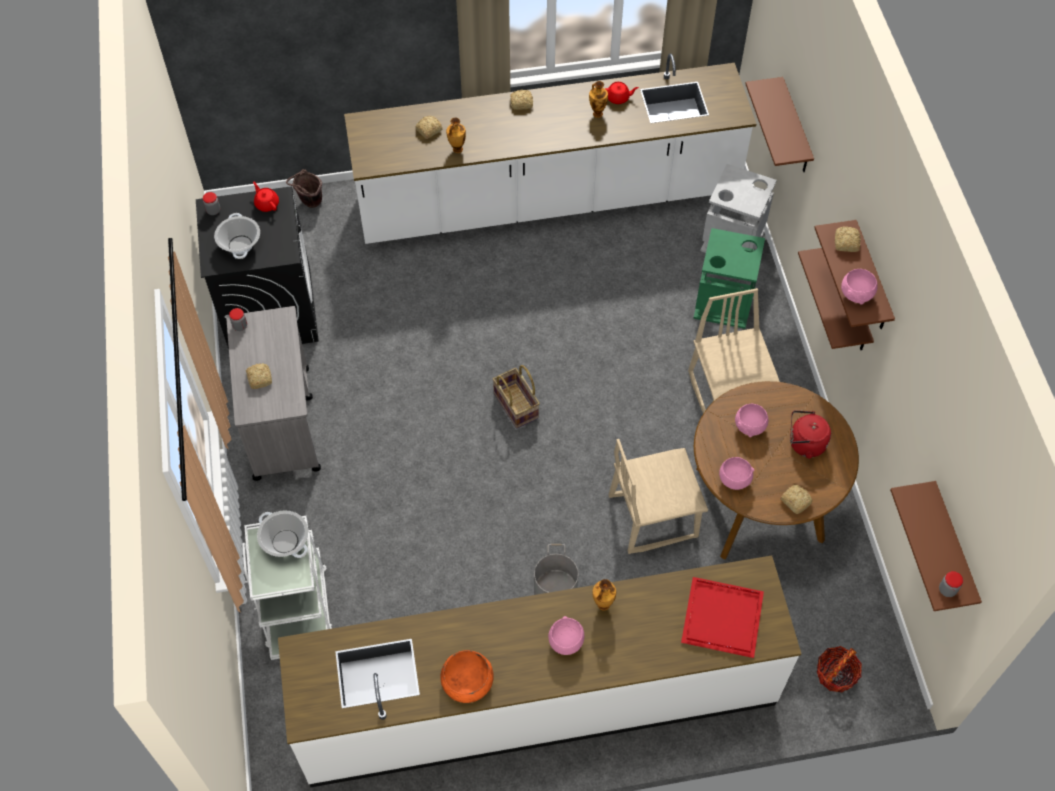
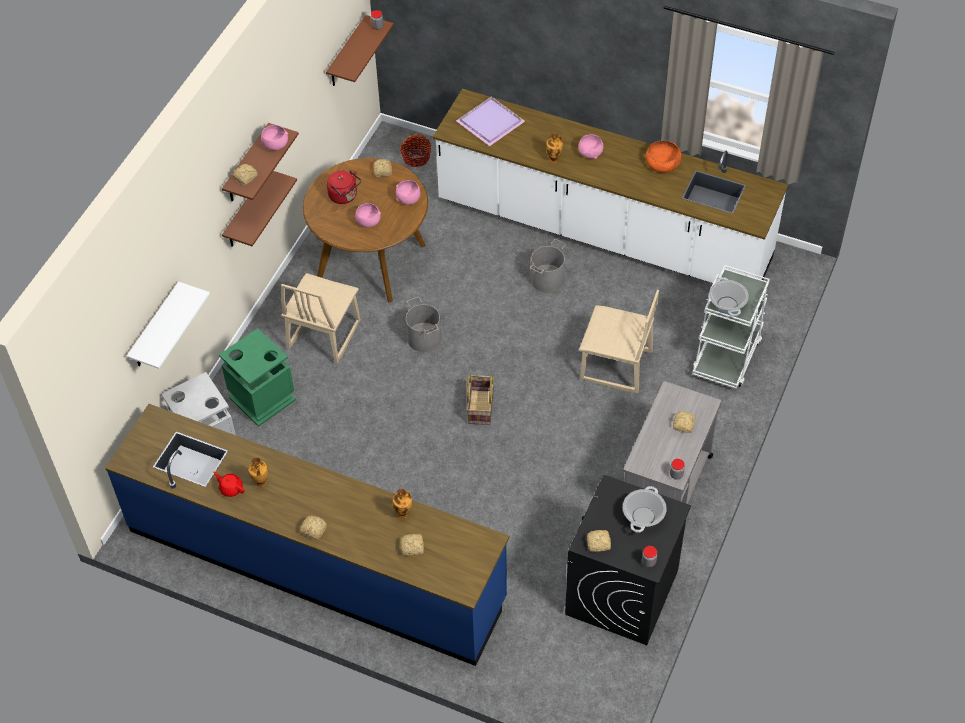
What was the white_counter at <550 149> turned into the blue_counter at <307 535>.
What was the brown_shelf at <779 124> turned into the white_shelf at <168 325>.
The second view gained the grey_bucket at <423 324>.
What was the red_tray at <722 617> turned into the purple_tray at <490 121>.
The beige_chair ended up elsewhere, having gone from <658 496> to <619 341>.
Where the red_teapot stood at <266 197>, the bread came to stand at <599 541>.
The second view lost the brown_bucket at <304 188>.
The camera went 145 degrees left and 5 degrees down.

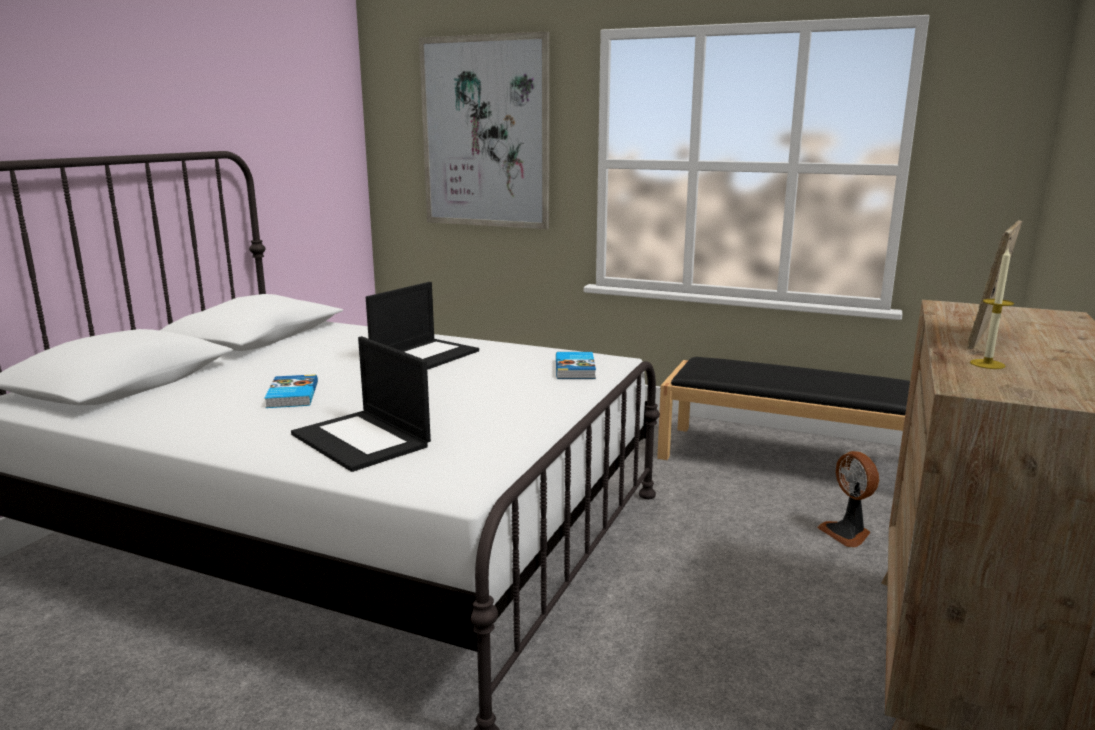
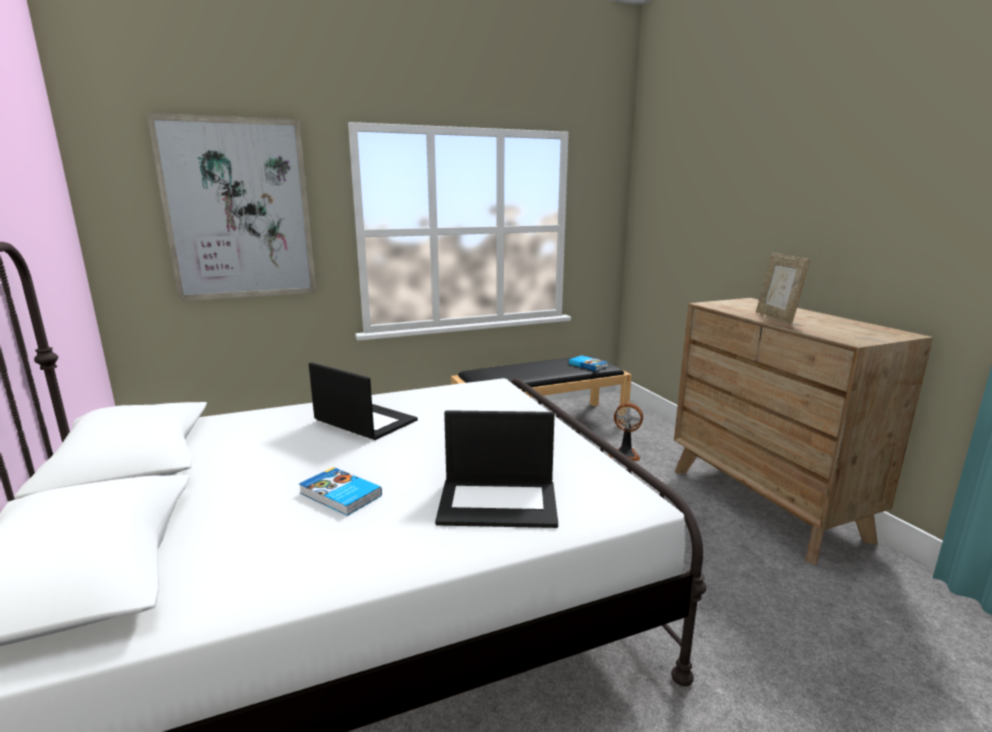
The laptop at <422 326> ended up facing another way, 45 degrees counterclockwise from before.
The book ended up elsewhere, having gone from <576 365> to <588 363>.
The second view lost the candle at <992 308>.
The camera went 45 degrees left and 0 degrees up.

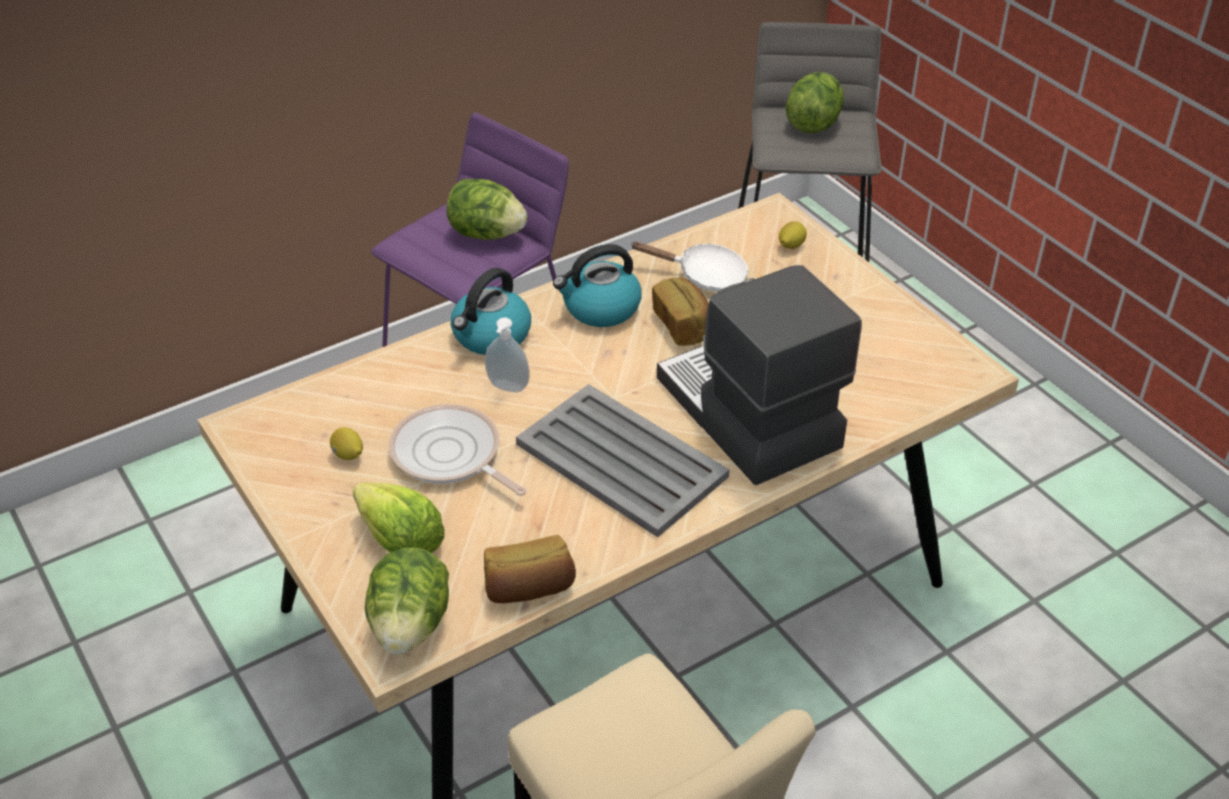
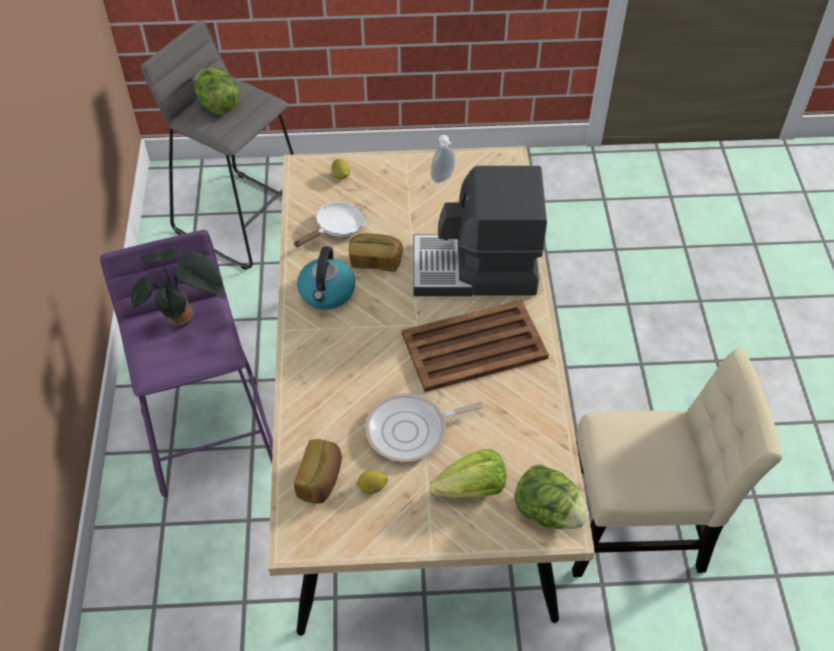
Where the lettuce stood at <487 209>, the potted_plant came to stand at <177 288>.
The bread ended up elsewhere, having gone from <530 569> to <318 471>.
What was the grey_tray at <622 460> turned into the brown_tray at <475 345>.
The soap_dispenser ended up elsewhere, having gone from <507 354> to <443 159>.
The second view lost the kettle at <491 311>.
The camera went 60 degrees left and 10 degrees up.

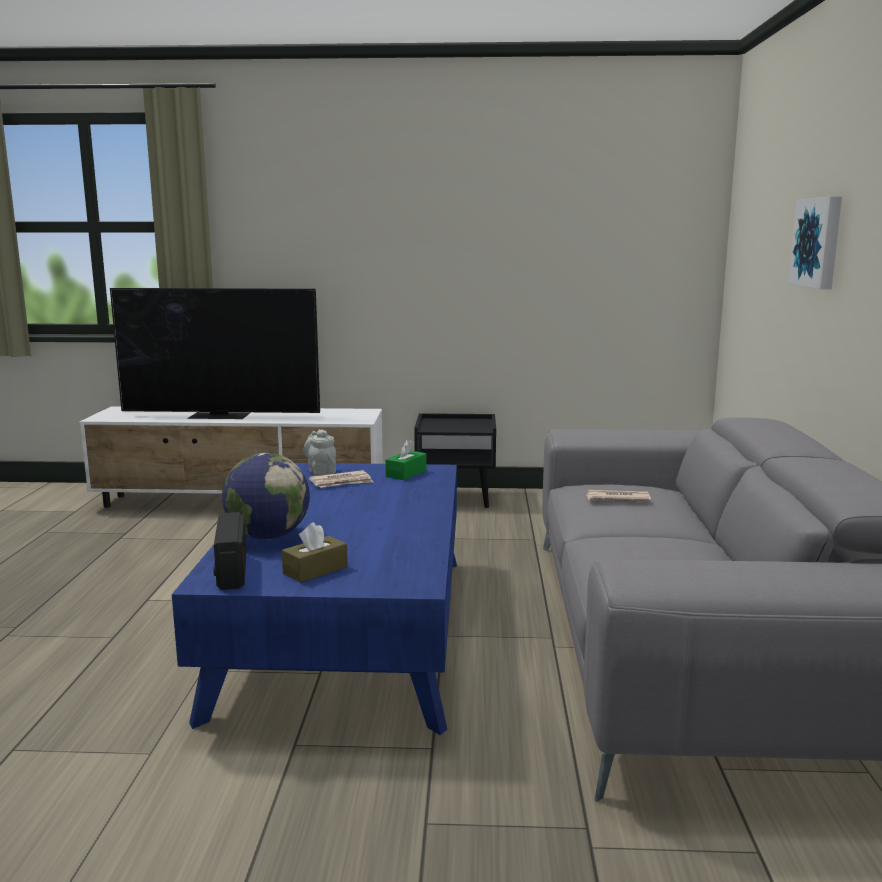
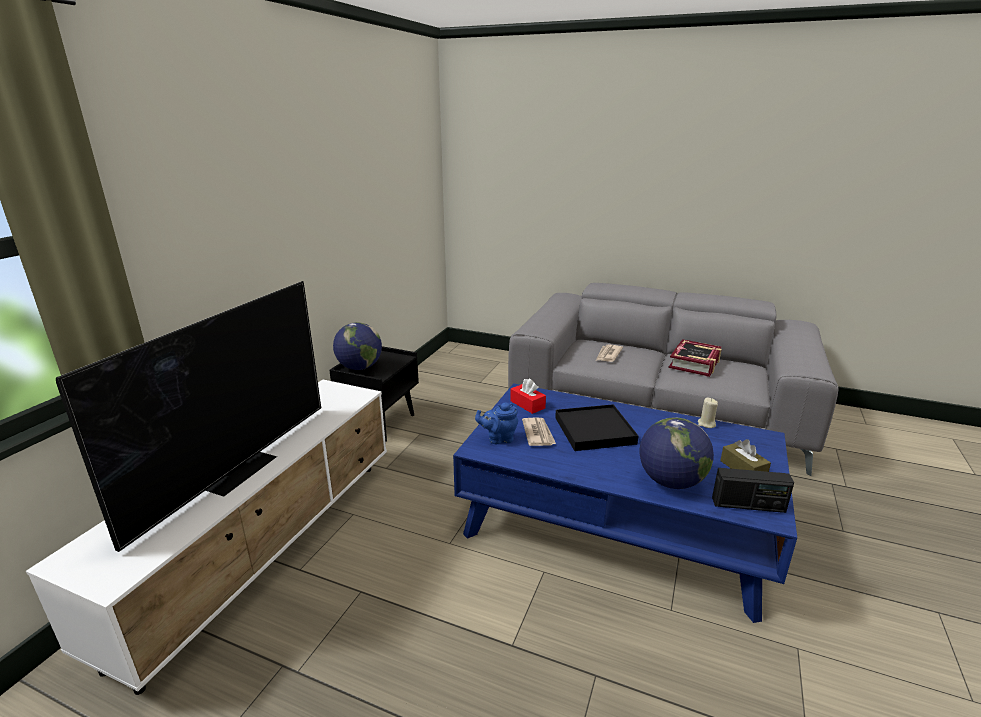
The second view gained the globe at <357 346>.
What was the grey_teapot at <319 452> turned into the blue_teapot at <496 423>.
What was the green_tissue_box at <405 459> turned into the red_tissue_box at <528 396>.
The second view gained the black_tray at <596 427>.
The second view gained the book at <695 358>.
The second view gained the beige_candle at <708 413>.
The second view lost the picture at <815 242>.
The camera went 70 degrees left and 10 degrees up.

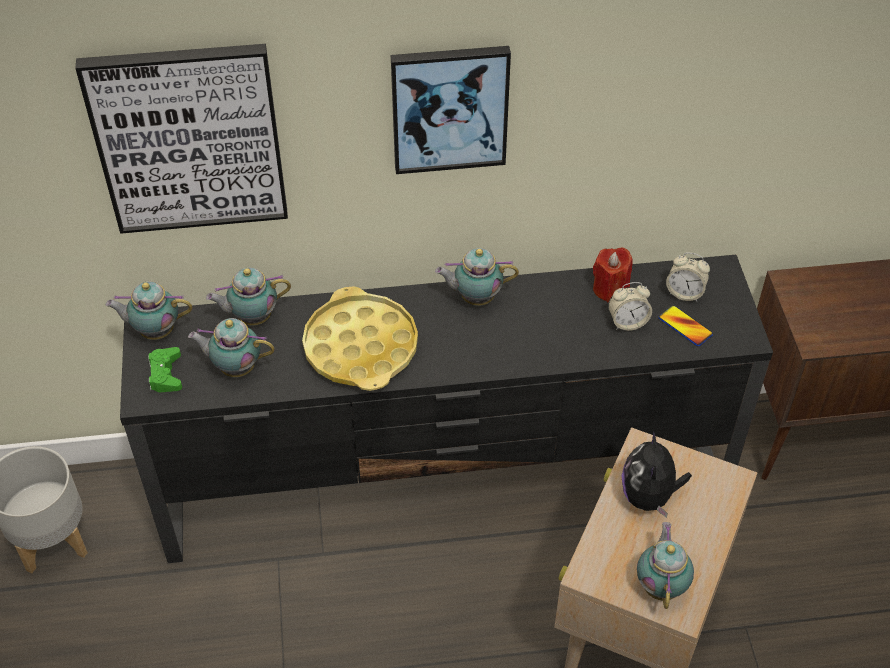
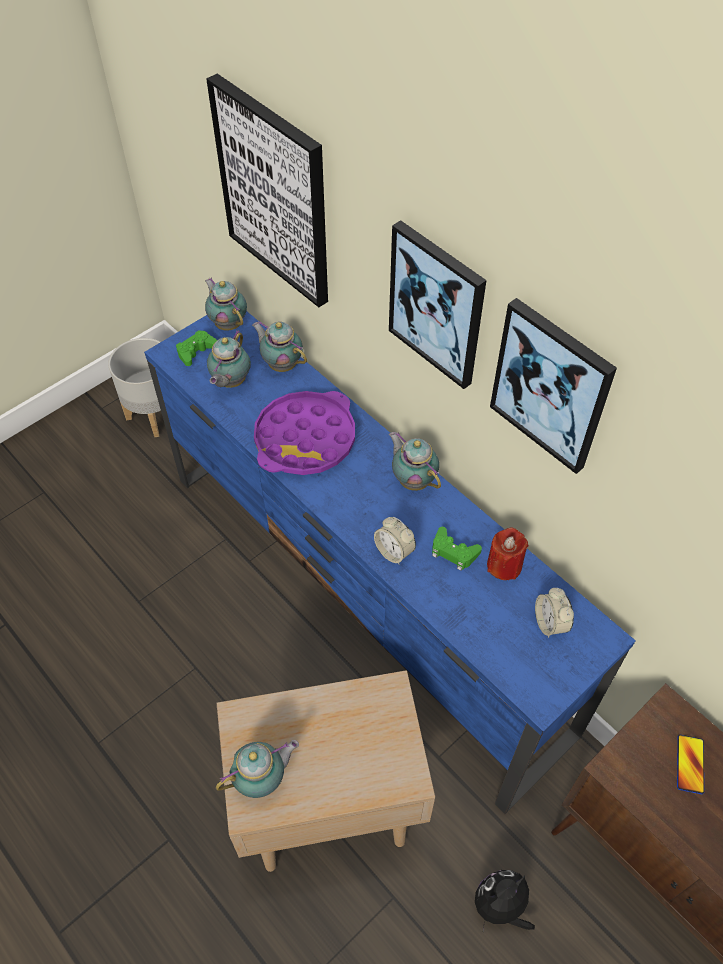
What was the black_tv_stand at <446 409> turned into the blue_tv_stand at <390 562>.
The teapot at <231 347> ended up facing another way, 135 degrees counterclockwise from before.
What was the yellow_tray at <360 338> turned into the purple_tray at <304 433>.
The alarm_clock ended up elsewhere, having gone from <630 306> to <395 541>.
The second view gained the green_game_controller at <457 549>.
The plush_toy ended up elsewhere, having gone from <656 474> to <505 901>.
The second view gained the picture at <553 386>.
The phone ended up elsewhere, having gone from <686 325> to <690 764>.
The camera went 55 degrees right and 5 degrees up.

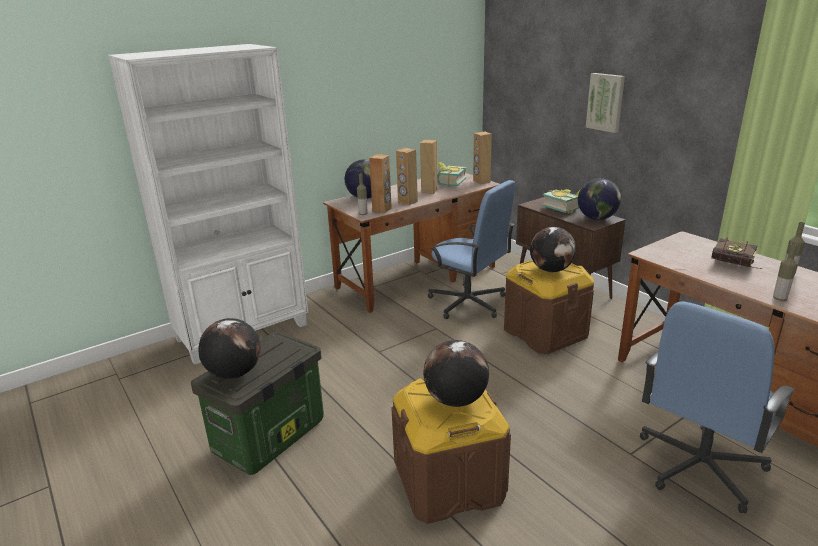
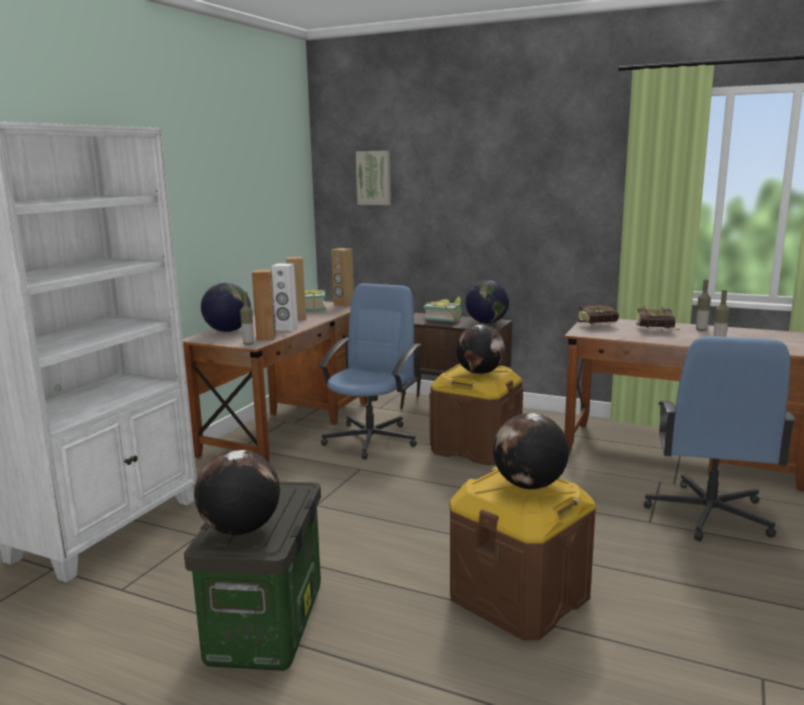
What was the brown_speaker at <407 176> turned into the white_speaker at <285 297>.
The blue_office_chair at <471 249> ended up facing another way, 75 degrees counterclockwise from before.
The picture ended up elsewhere, having gone from <605 103> to <373 178>.
The second view gained the book at <598 314>.
The camera went 30 degrees left and 10 degrees down.

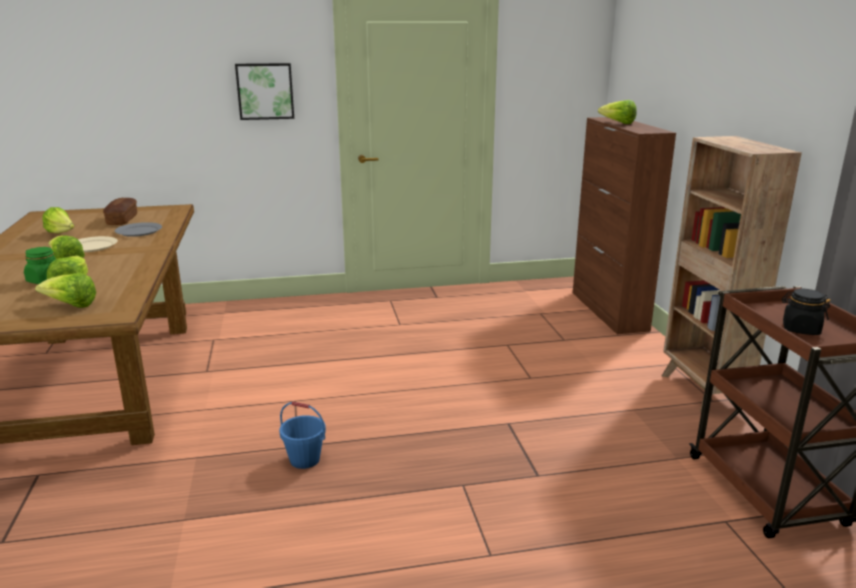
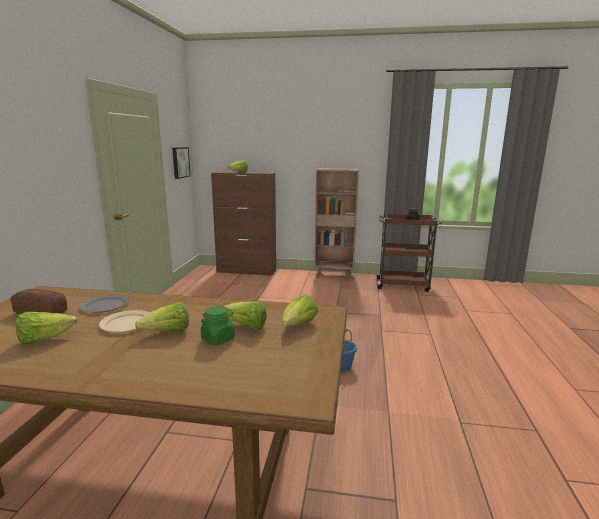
The picture ended up elsewhere, having gone from <264 91> to <181 163>.
The camera went 70 degrees left and 5 degrees down.

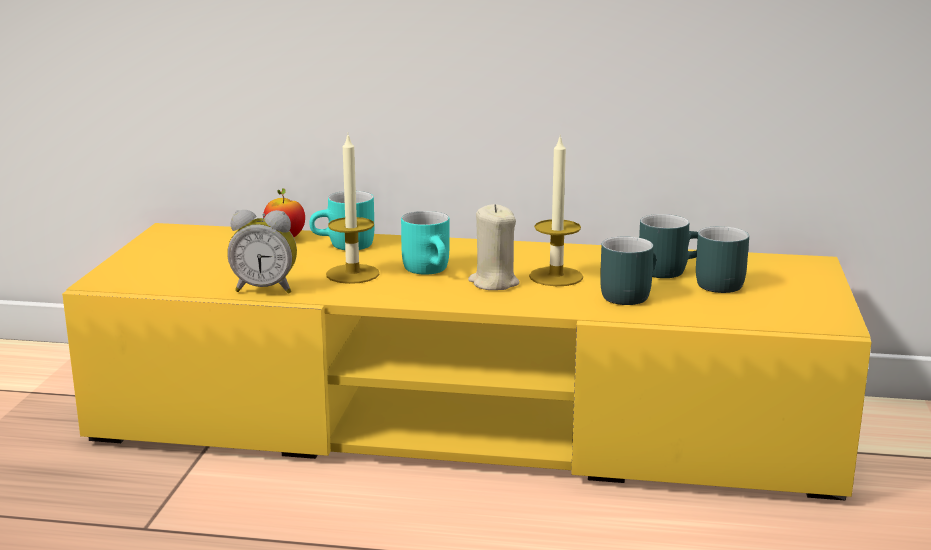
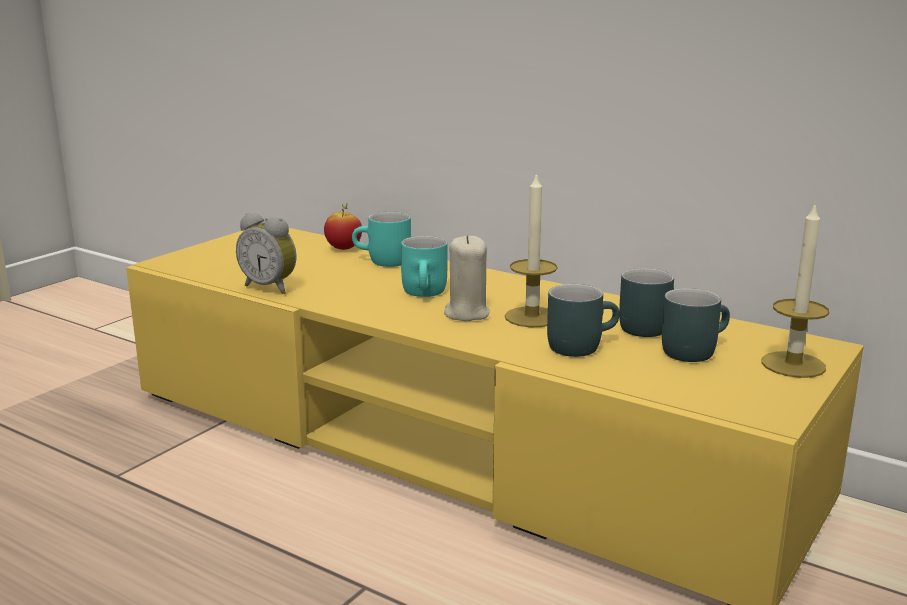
The candle ended up elsewhere, having gone from <353 209> to <795 290>.
The camera went 25 degrees right and 0 degrees up.

